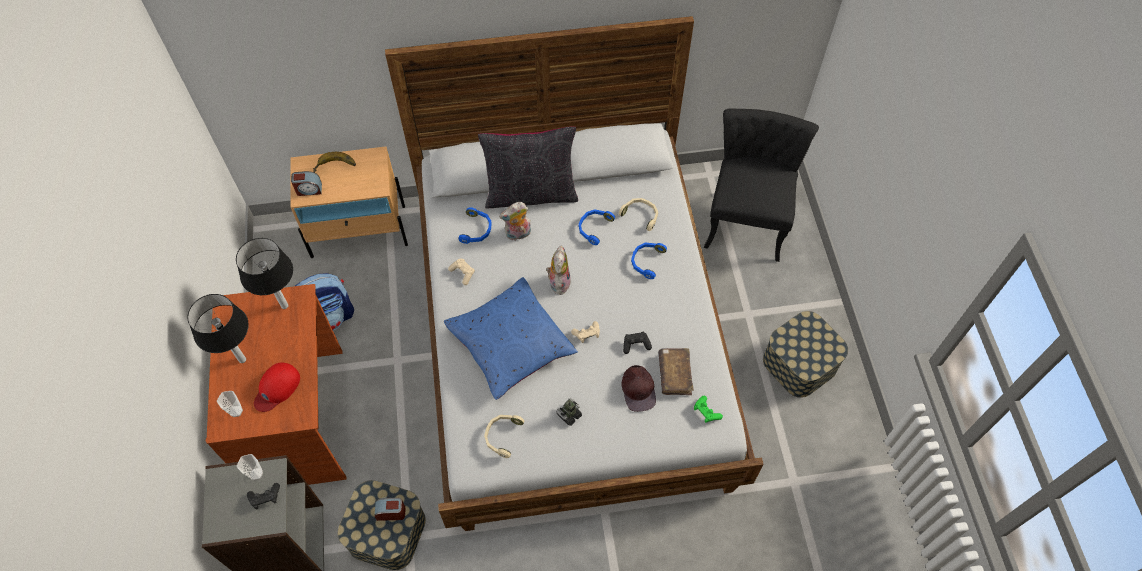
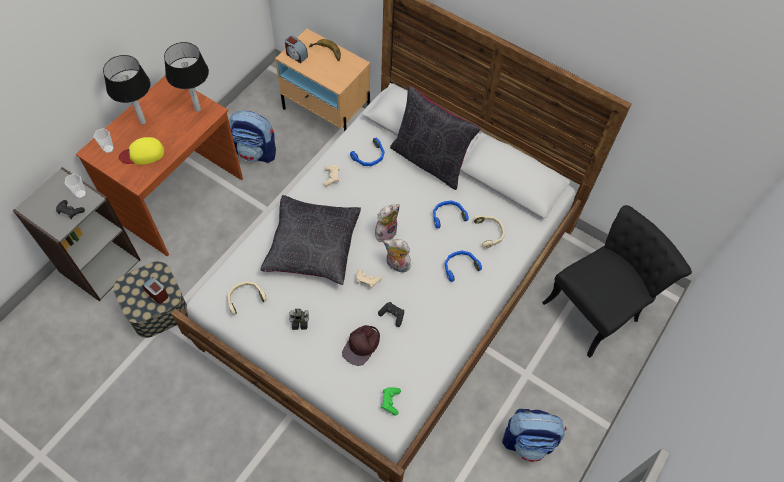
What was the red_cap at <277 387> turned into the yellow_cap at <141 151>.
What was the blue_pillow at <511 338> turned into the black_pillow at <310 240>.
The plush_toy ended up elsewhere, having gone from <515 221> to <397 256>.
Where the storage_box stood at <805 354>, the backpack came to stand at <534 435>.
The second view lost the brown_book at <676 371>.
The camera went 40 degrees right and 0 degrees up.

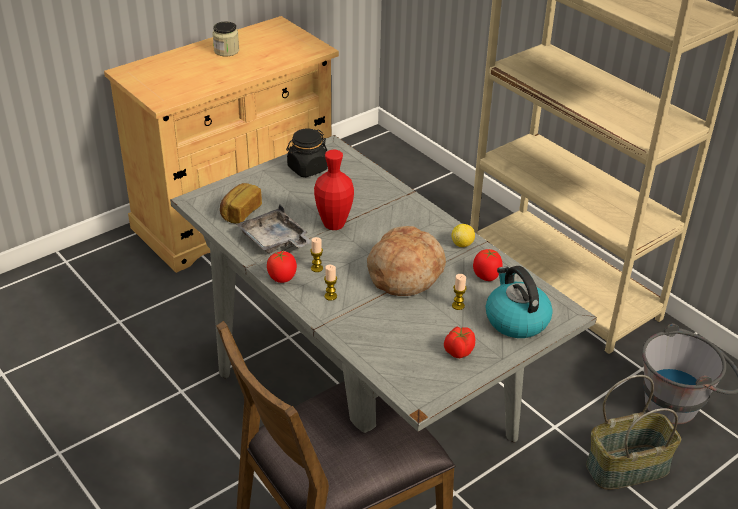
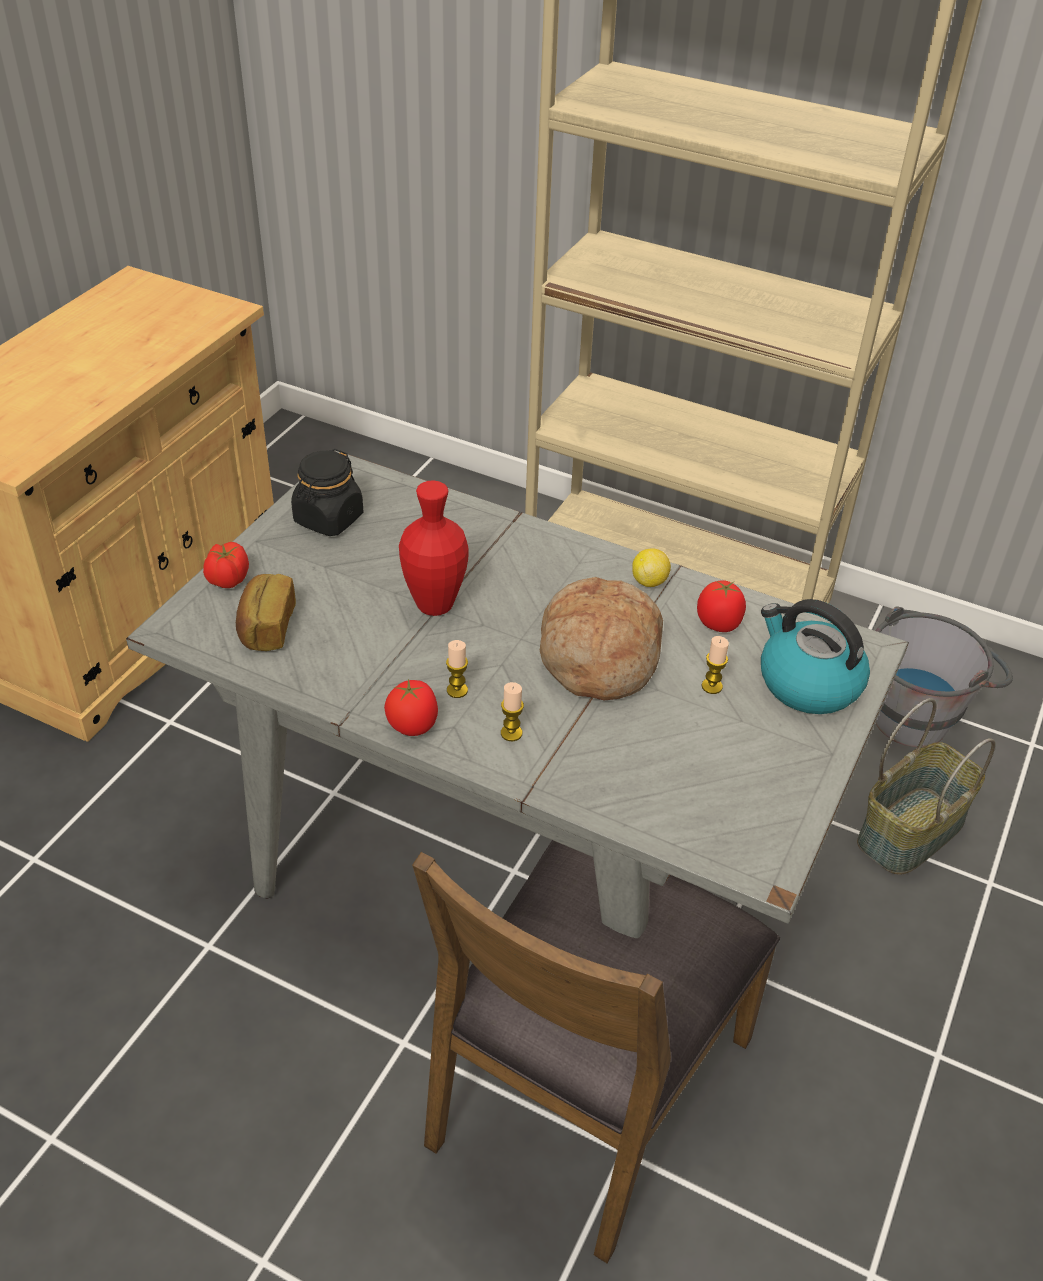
The tomato ended up elsewhere, having gone from <459 342> to <226 565>.
The second view lost the jar at <225 38>.
The second view lost the grey_tray at <273 228>.
The camera went 25 degrees left and 5 degrees up.

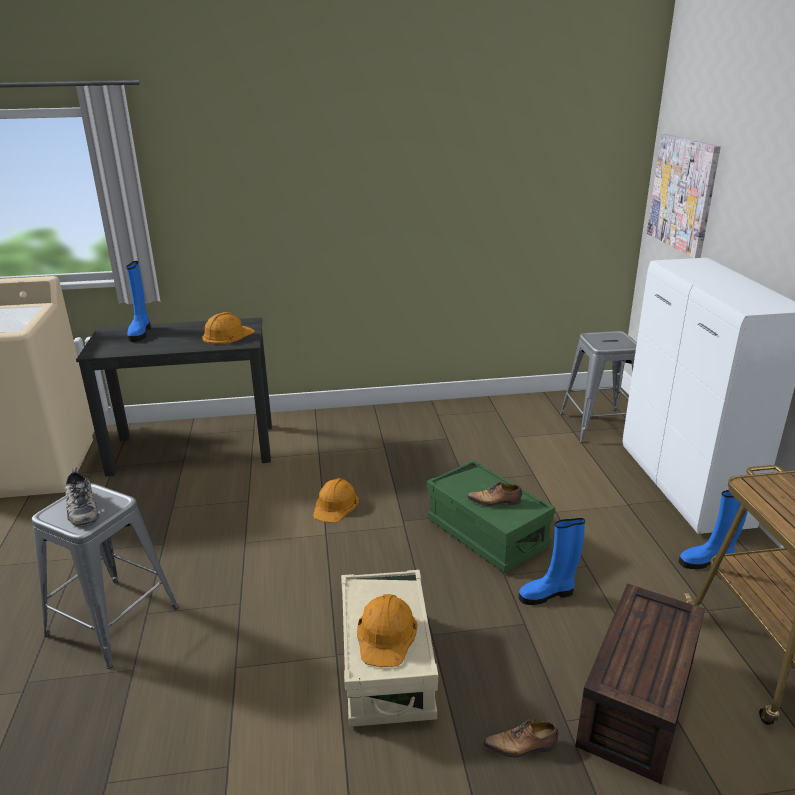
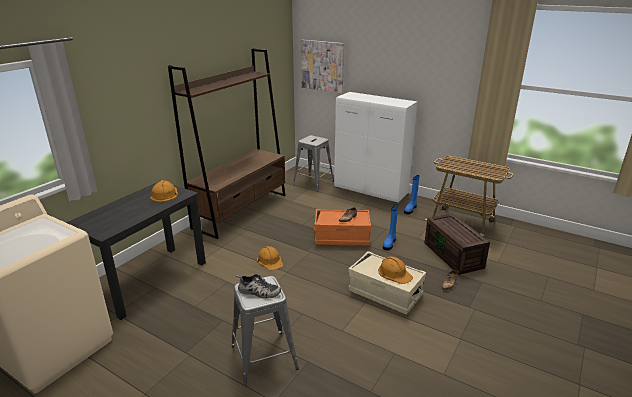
The second view gained the brown_bookcase at <226 143>.
What was the green_storage_box at <491 516> turned into the orange_storage_box at <342 227>.
The second view lost the blue_boot at <138 301>.
The camera went 50 degrees left and 0 degrees up.

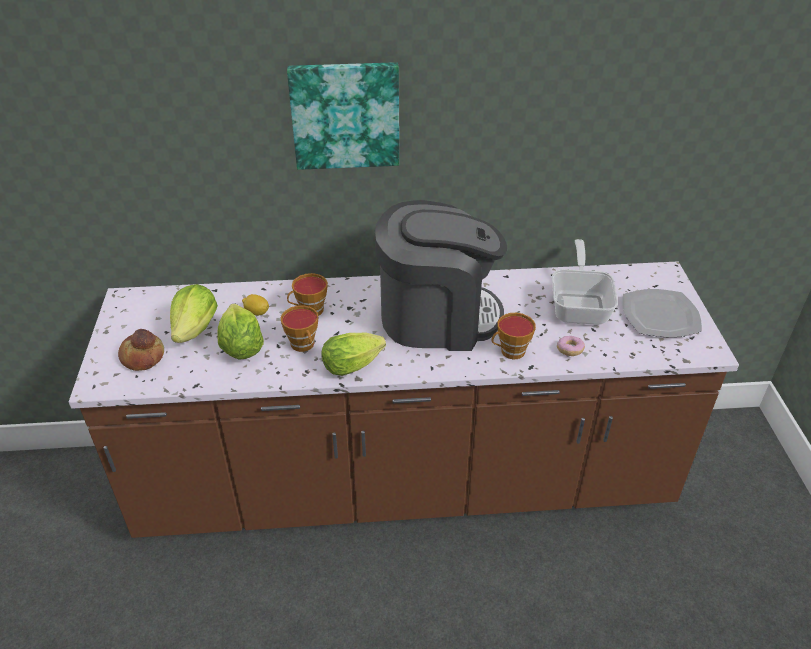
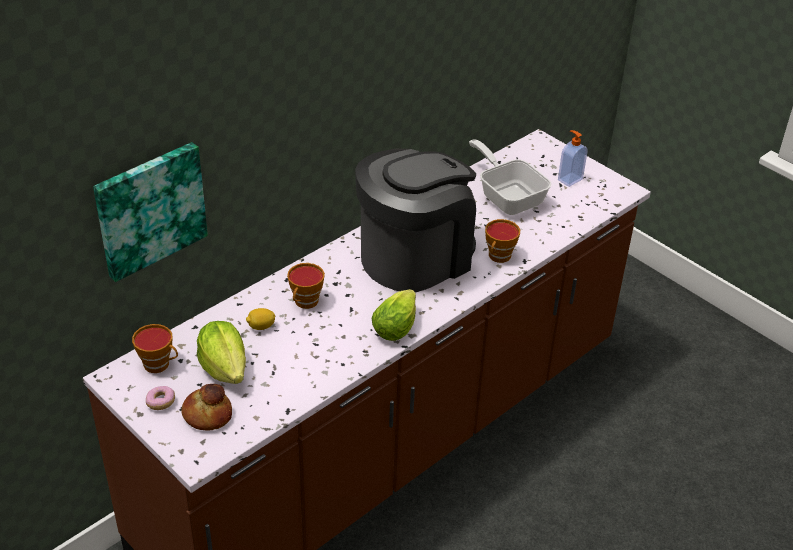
The picture ended up elsewhere, having gone from <343 116> to <150 212>.
The cup ended up elsewhere, having gone from <299 328> to <155 348>.
The donut ended up elsewhere, having gone from <571 346> to <160 398>.
Where the plate stood at <662 313>, the soap_dispenser came to stand at <573 158>.
The second view lost the lettuce at <241 331>.
The camera went 40 degrees left and 0 degrees up.

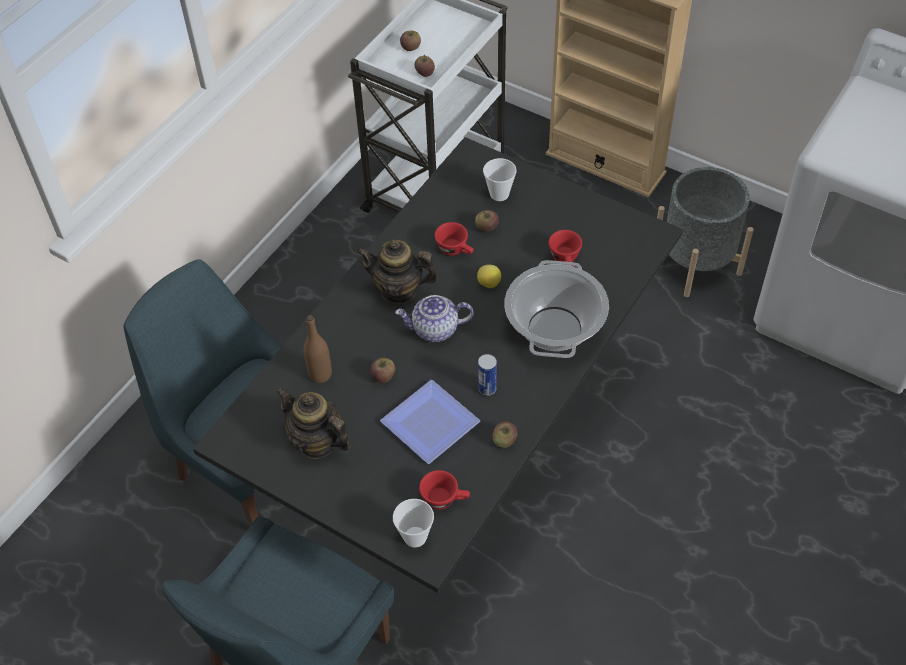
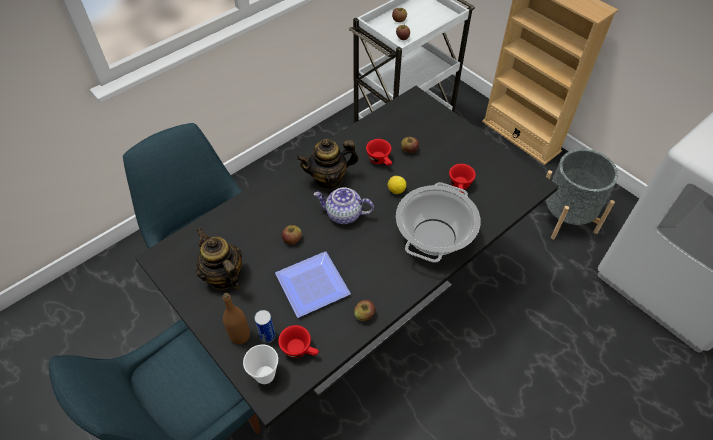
The brown_bottle ended up elsewhere, having gone from <318 349> to <236 318>.
The can ended up elsewhere, having gone from <487 375> to <264 326>.
The teapot at <397 271> ended up facing another way, 45 degrees counterclockwise from before.
The second view lost the cup at <500 179>.
The camera went 15 degrees right and 0 degrees up.

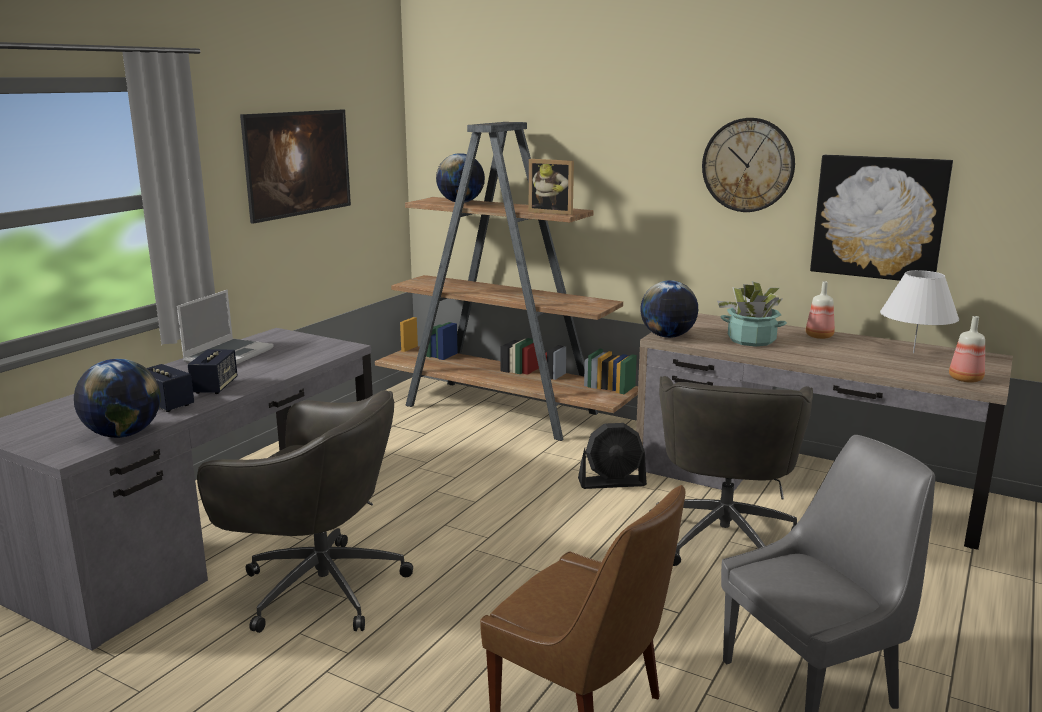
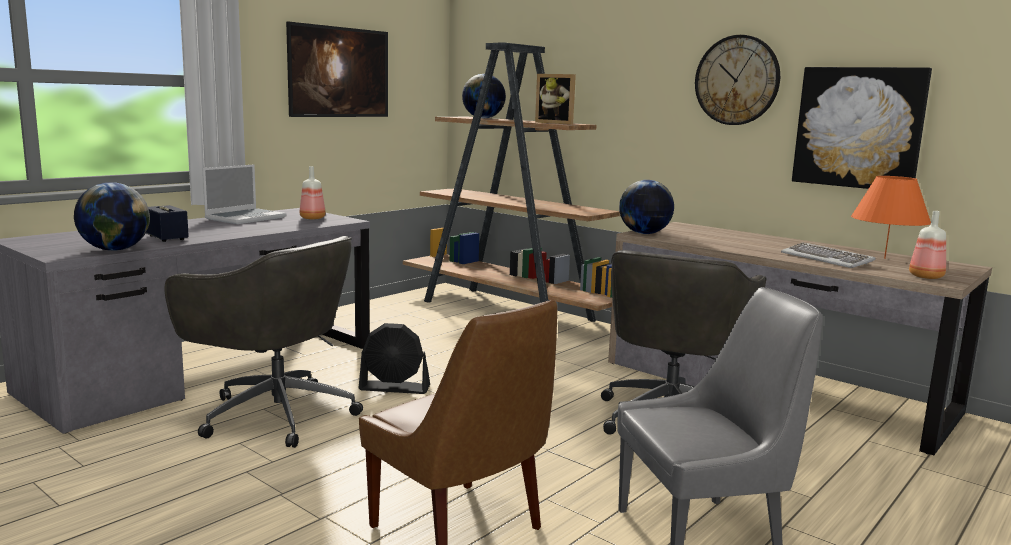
The bottle ended up elsewhere, having gone from <820 310> to <313 192>.
The black_fan ended up elsewhere, having gone from <612 456> to <394 358>.
The second view gained the keyboard at <828 255>.
What was the white_table_lamp at <919 311> turned into the orange_table_lamp at <891 217>.
The second view lost the speaker at <213 371>.
The second view lost the potted_plant at <752 314>.
The camera went 10 degrees right and 5 degrees down.

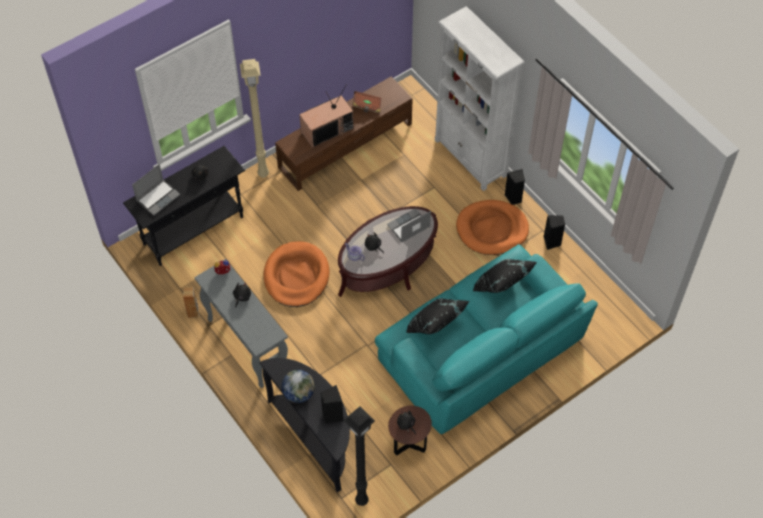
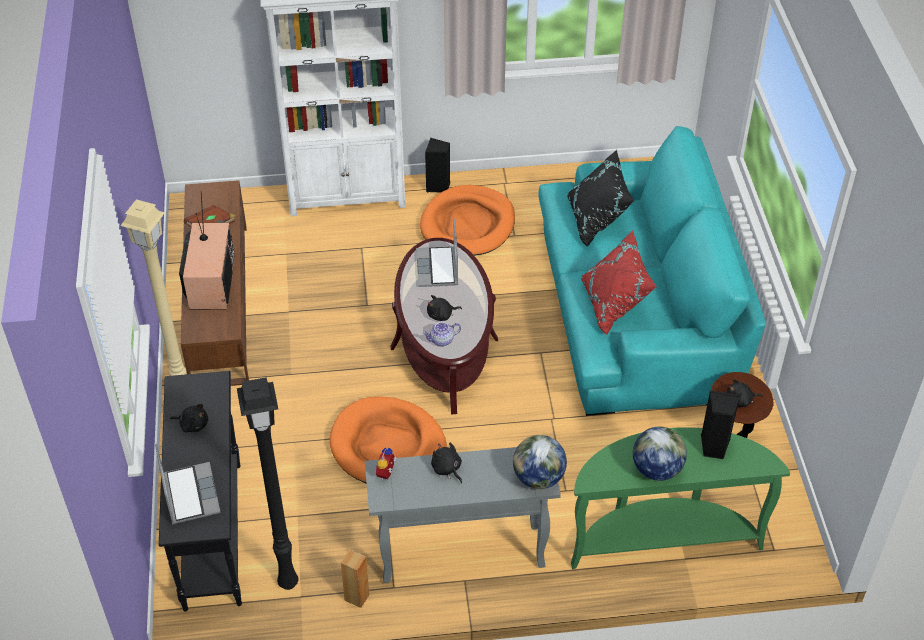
The black_floor_lamp ended up elsewhere, having gone from <359 456> to <267 483>.
The second view gained the globe at <540 462>.
What was the black_console_table at <304 425> turned into the green_console_table at <680 498>.
What was the black_pillow at <437 316> turned into the red_pillow at <618 282>.
The second view lost the black_speaker at <554 232>.
The camera went 60 degrees left and 10 degrees down.

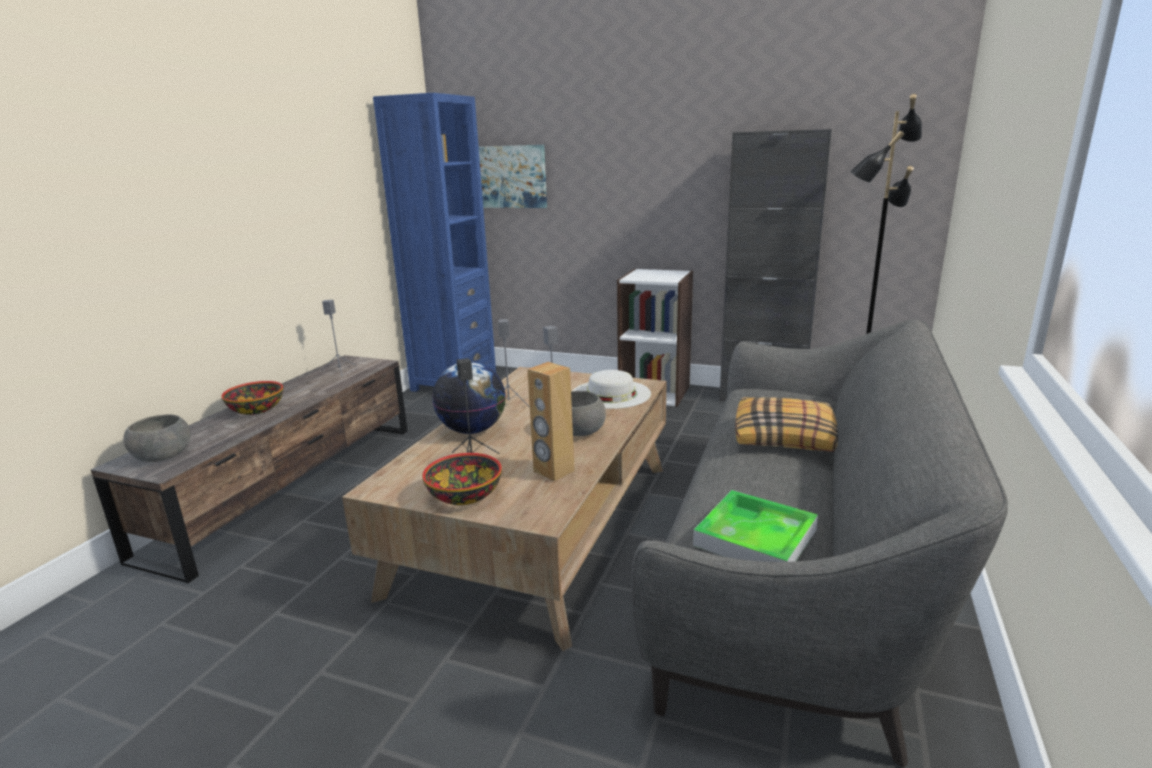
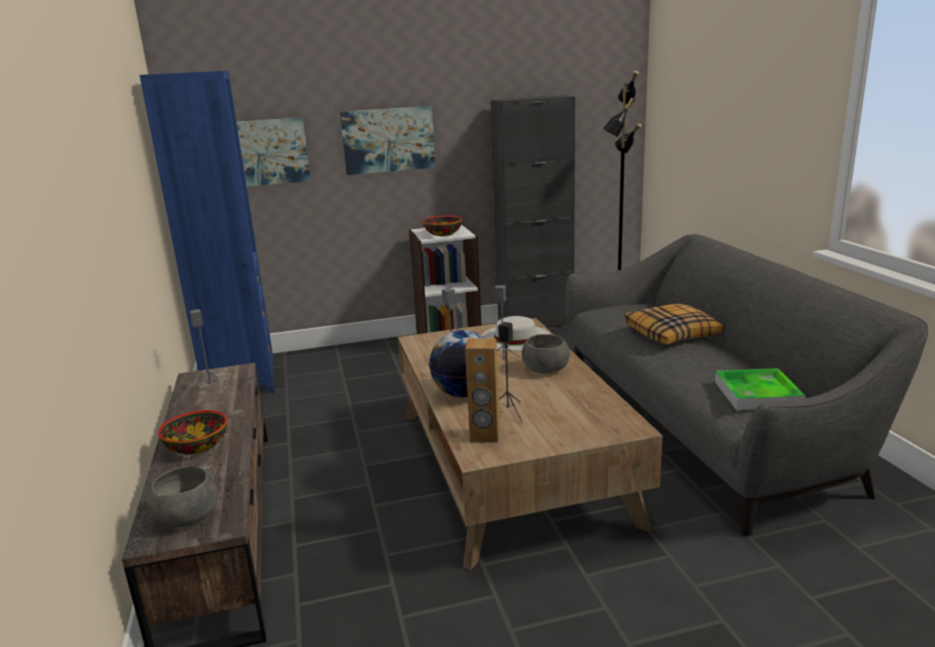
The second view gained the picture at <388 140>.
The bowl ended up elsewhere, having gone from <462 479> to <442 225>.
The brown_speaker ended up elsewhere, having gone from <550 421> to <482 390>.
The camera went 35 degrees left and 0 degrees up.

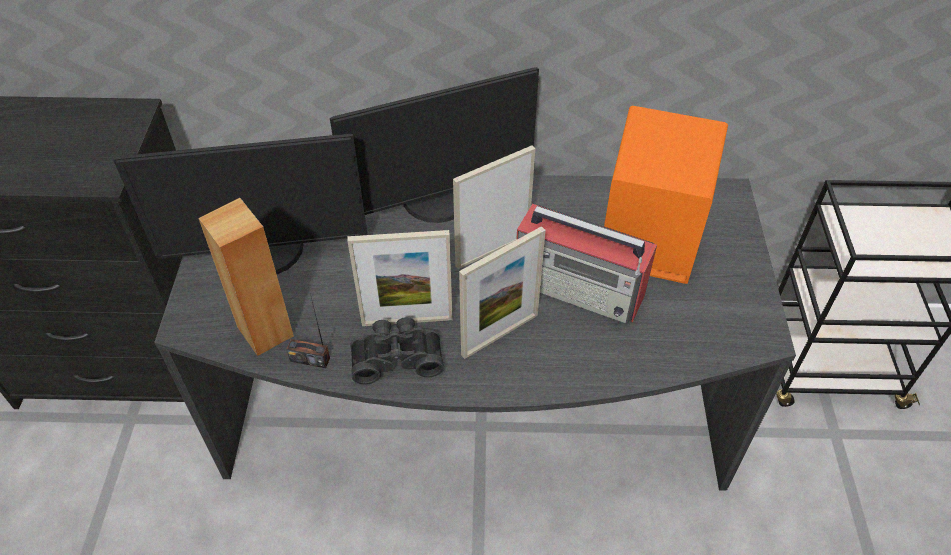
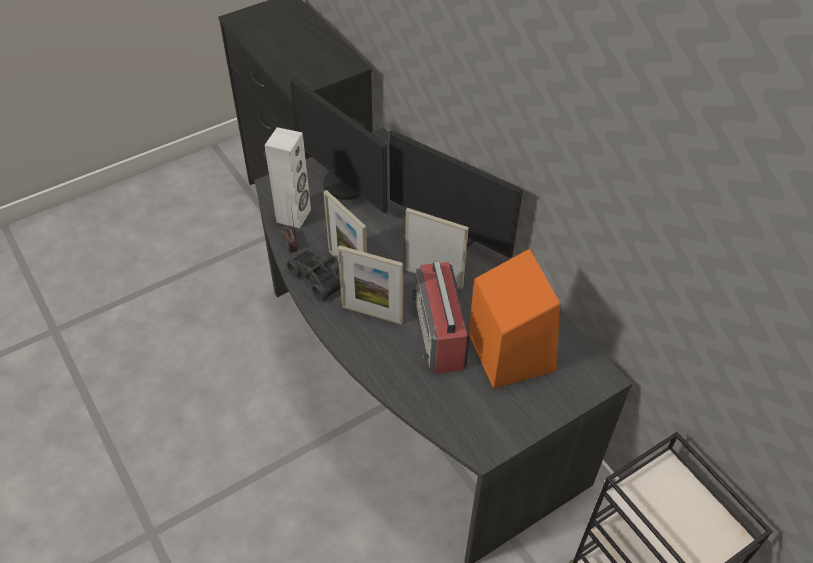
What was the brown_speaker at <246 277> turned into the white_speaker at <287 177>.
The camera went 55 degrees right and 0 degrees up.

